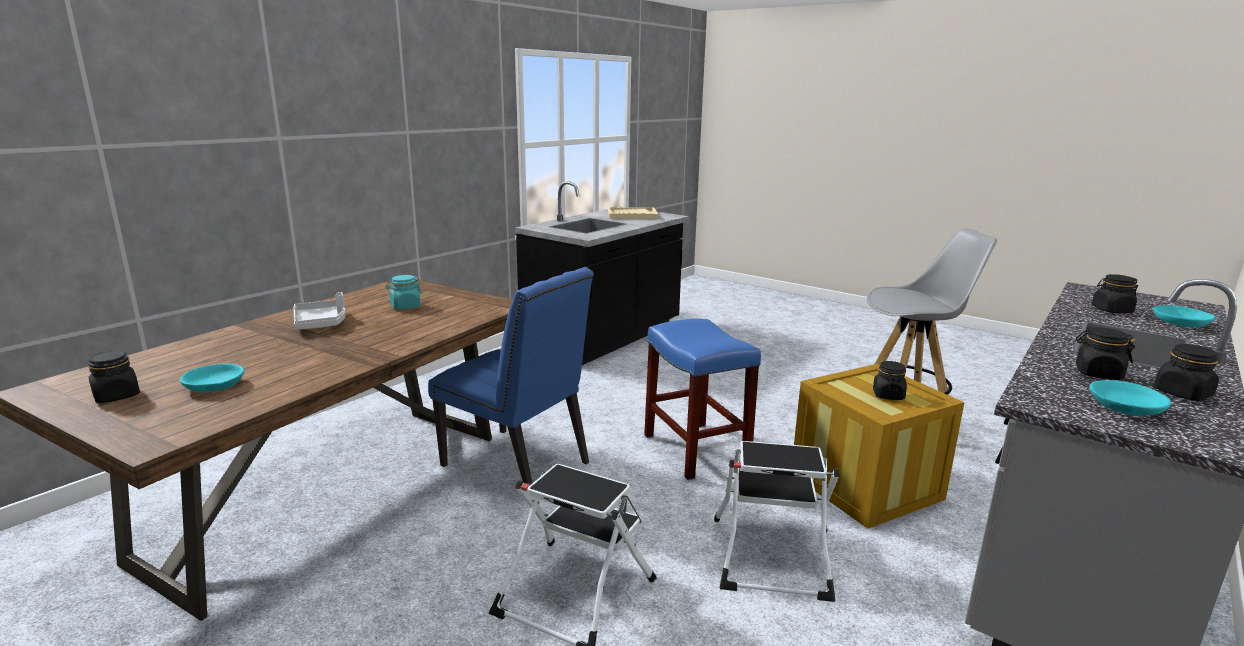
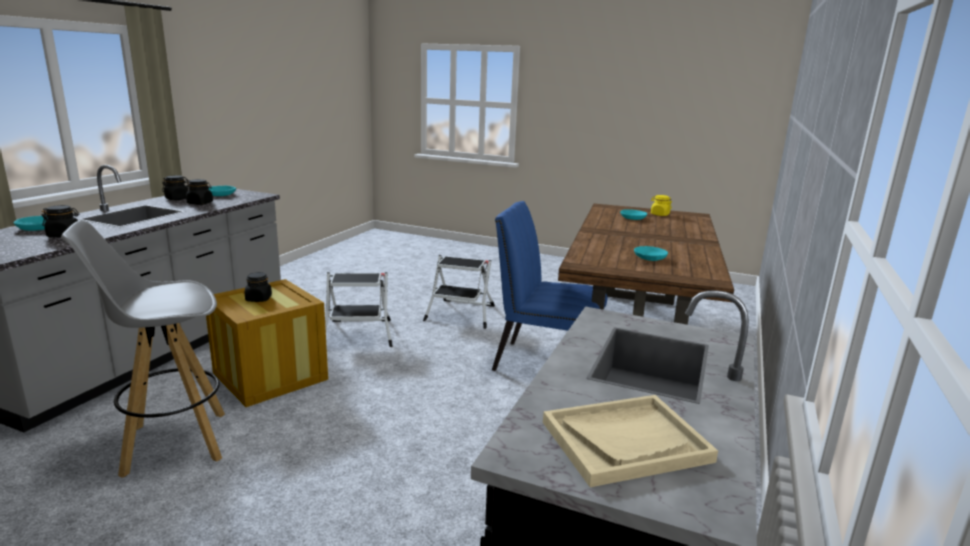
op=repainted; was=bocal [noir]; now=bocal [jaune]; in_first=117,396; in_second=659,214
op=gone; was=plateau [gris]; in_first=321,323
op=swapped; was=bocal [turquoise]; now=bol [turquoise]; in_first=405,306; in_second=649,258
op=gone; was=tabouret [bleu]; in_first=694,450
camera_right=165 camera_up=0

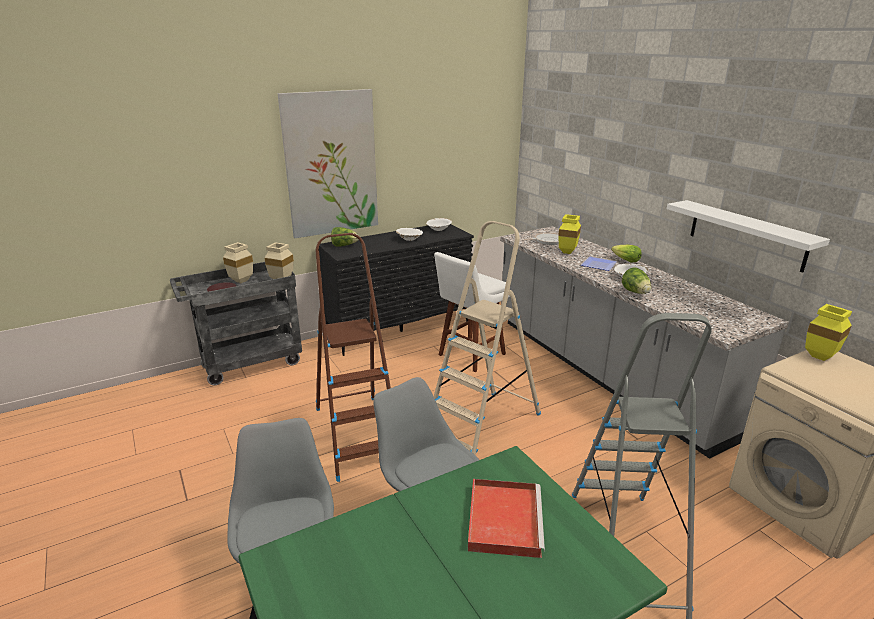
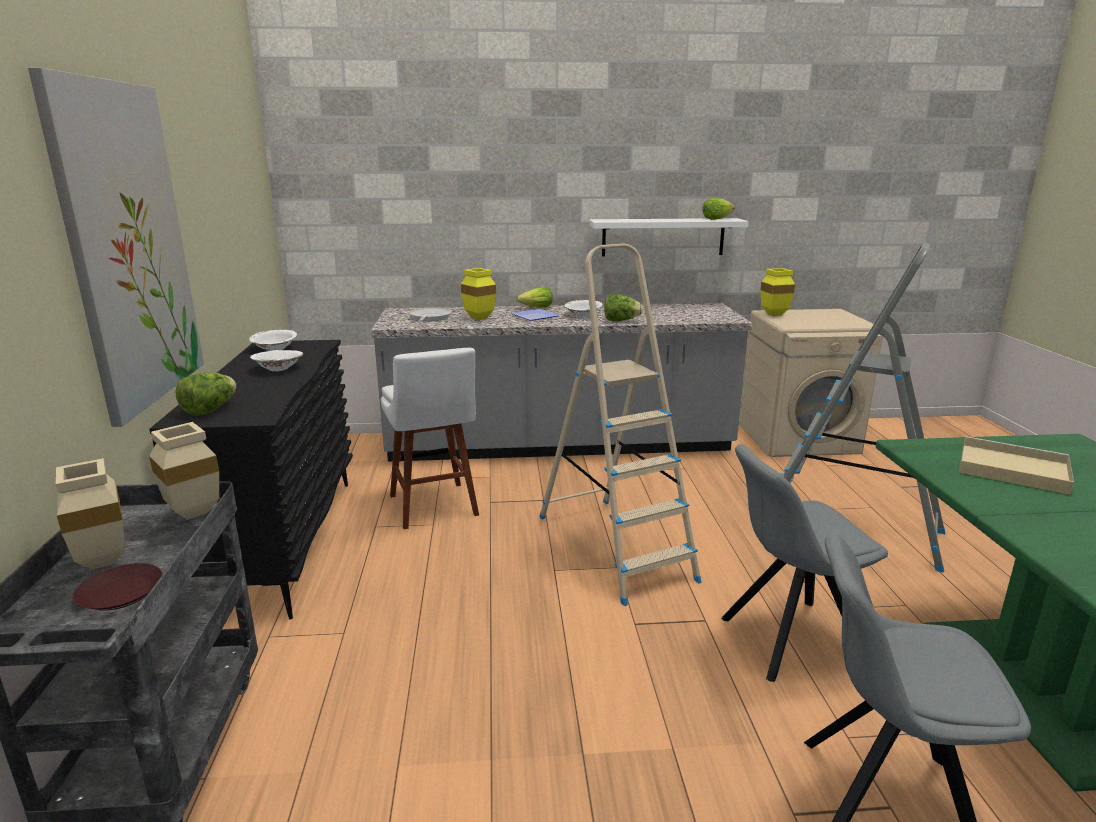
op=gone; was=escabeau [marron]; in_first=357,435
op=repainted; was=plateau [rouge]; now=plateau [beige]; in_first=504,518; in_second=1010,469
op=new; now=laitue; in_second=716,219
camera_right=-65 camera_up=-5

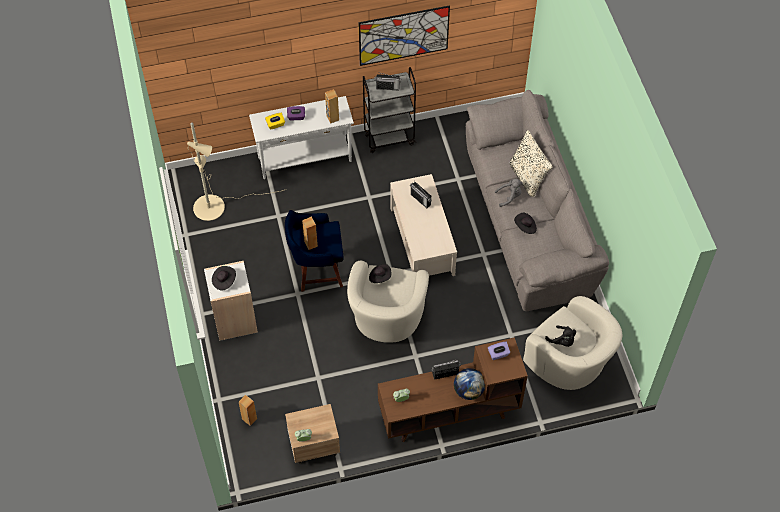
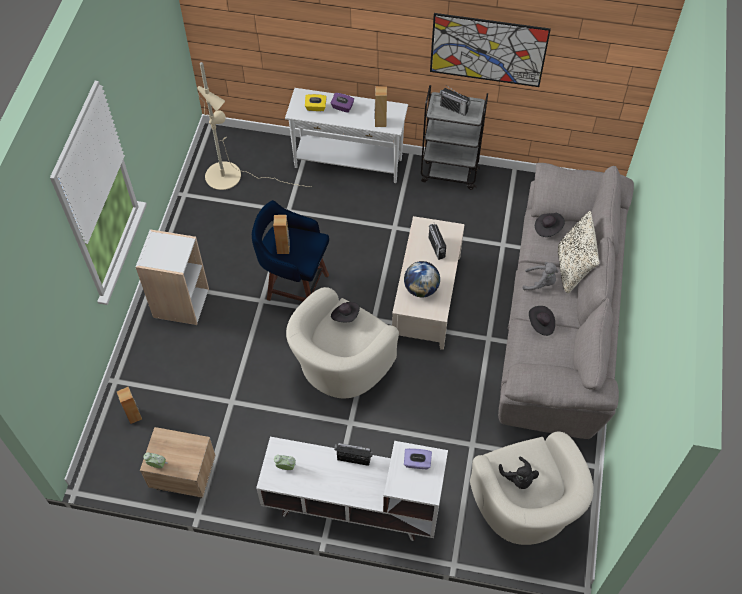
op=shifted; was=chapeau [noir]; in_first=224,281; in_second=548,228
op=repainted; was=meuble télé [marron]; now=meuble télé [blanc]; in_first=448,414; in_second=351,506
op=shifted; was=globe; in_first=468,391; in_second=421,289
camera_right=25 camera_up=0

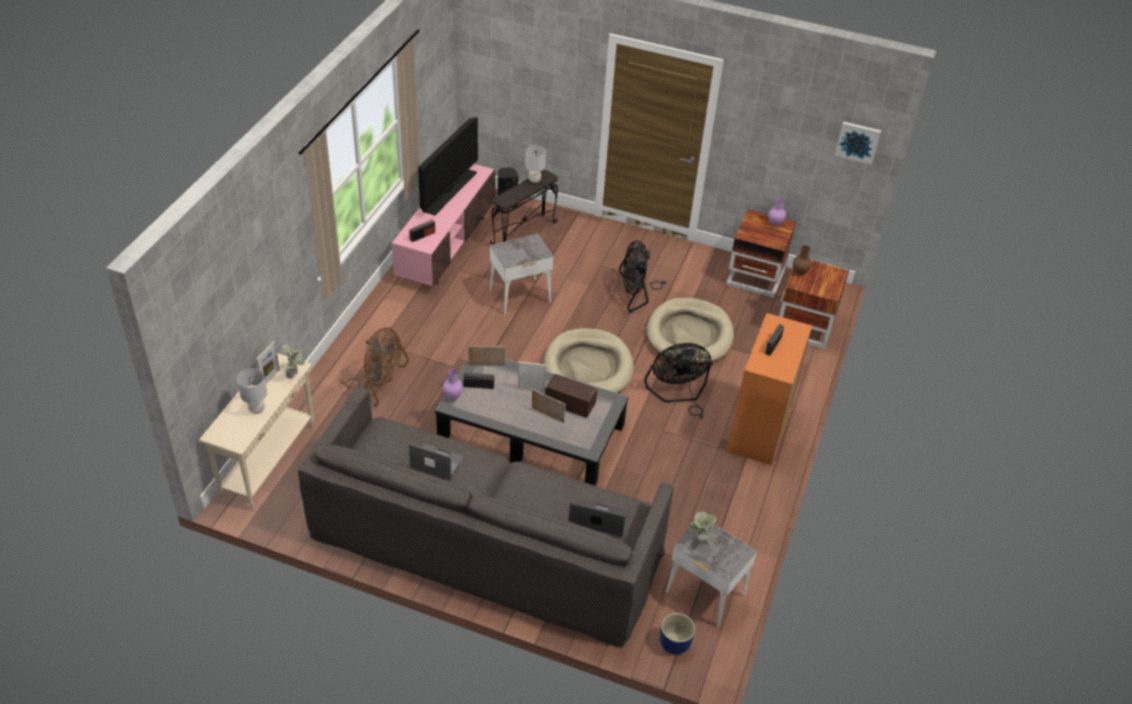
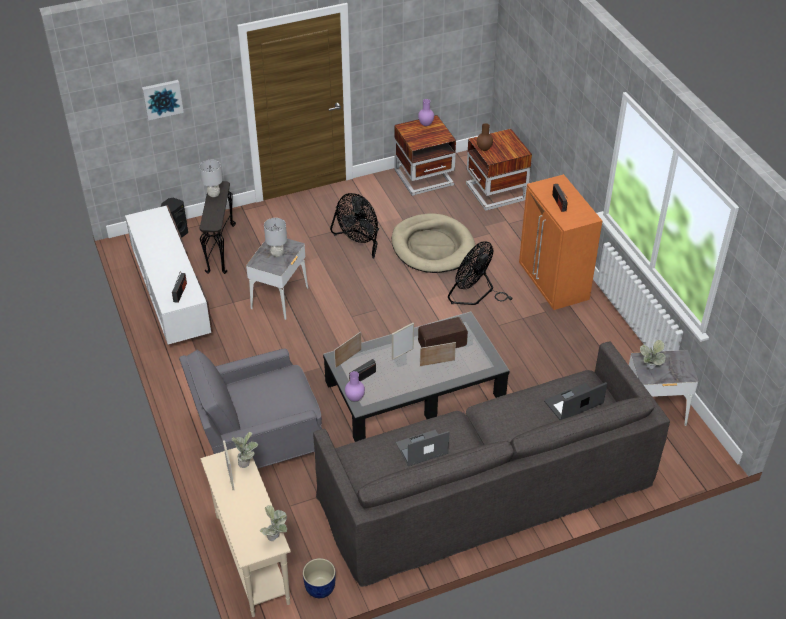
op=shifted; was=lampe de table [gris]; in_first=257,410; in_second=277,253
op=swapped; was=ventilateur [marron]; now=fauteuil [gris]; in_first=378,383; in_second=258,437
op=repainted; was=meuble télé [rose]; now=meuble télé [blanc]; in_first=446,246; in_second=171,297
op=gone; was=téléviseur; in_first=449,191
op=gone; was=panier pour chien [beige]; in_first=588,367
op=shifted; was=cache-pot [bleu]; in_first=674,643; in_second=319,588
op=shifted; was=tableau; in_first=858,141; in_second=162,99
op=new; now=plante en pot; in_second=276,537
camera_right=-40 camera_up=0

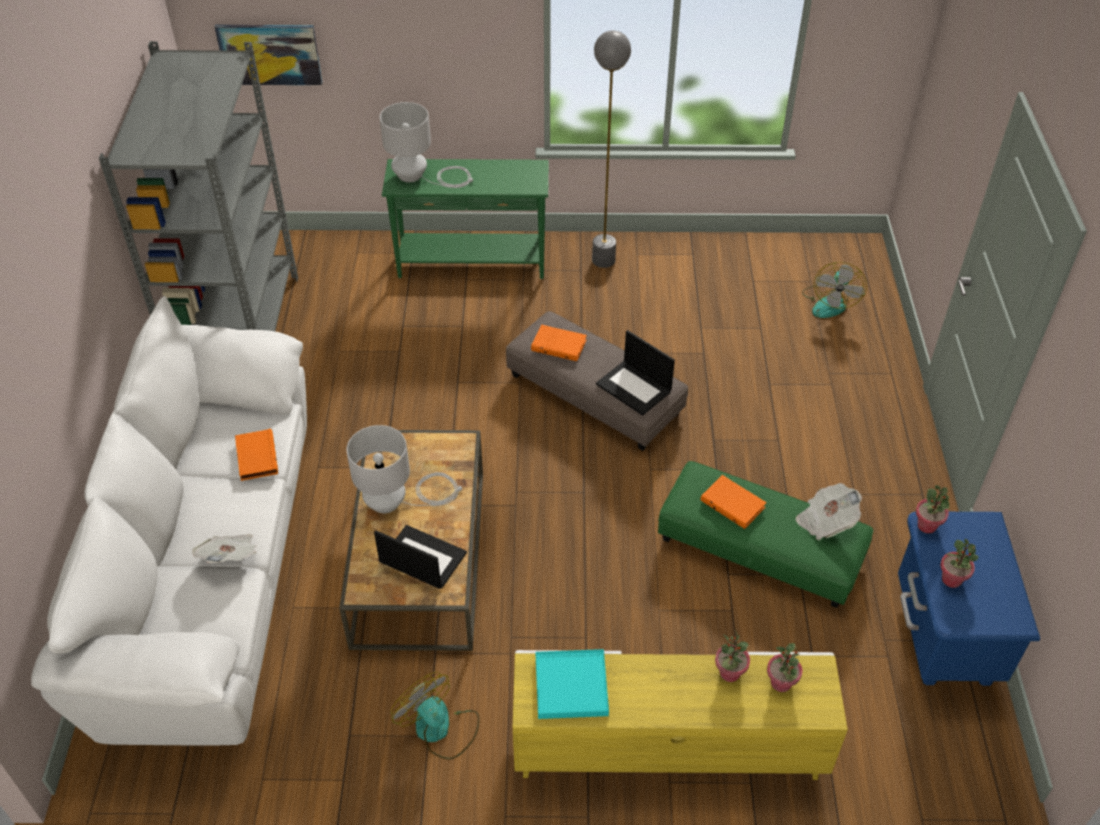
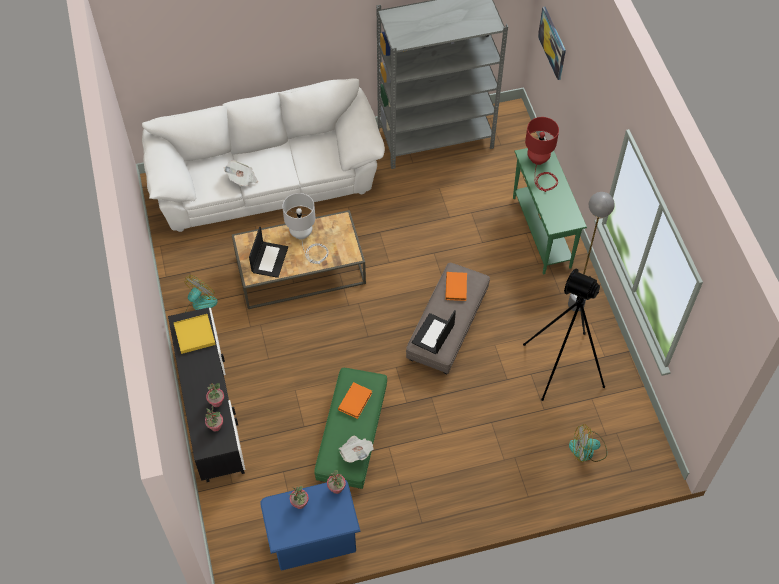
op=gone; was=livre [orange]; in_first=255,457
op=repainted; was=lampe de table [blanc]; now=lampe de table [rouge]; in_first=427,176; in_second=541,167
op=repainted; was=meuble télé [jaune]; now=meuble télé [noir]; in_first=668,746; in_second=211,409
op=repainted; was=plateau [turquoise]; now=plateau [jaune]; in_first=571,686; in_second=194,335
op=new; now=lampadaire [noir]; in_second=563,366
camera_right=75 camera_up=10

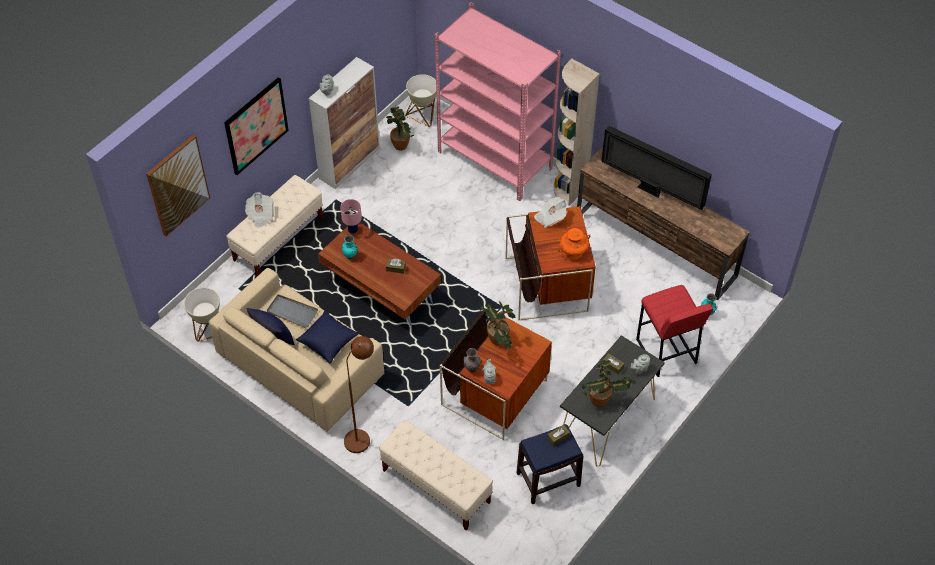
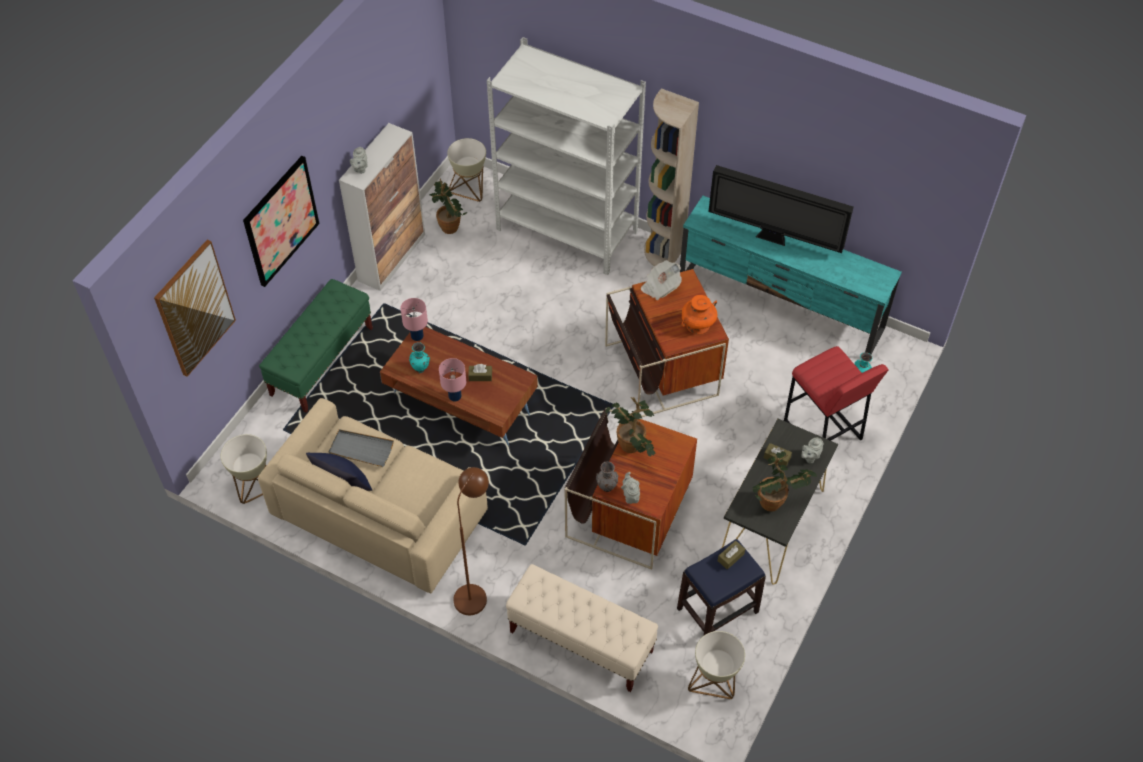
op=repainted; was=banc [beige]; now=banc [vert]; in_first=279,239; in_second=322,361
op=gone; was=journal; in_first=260,215
op=gone; was=coussin [bleu]; in_first=328,342
op=repainted; was=bibliothèque [rose]; now=bibliothèque [blanc]; in_first=495,160; in_second=567,230
op=repainted; was=meuble télé [marron]; now=meuble télé [turquoise]; in_first=656,246; in_second=781,306
op=new; now=lampe de table [rose]; in_second=455,396
op=new; now=cache-pot; in_second=713,683
camera_right=-10 camera_up=0

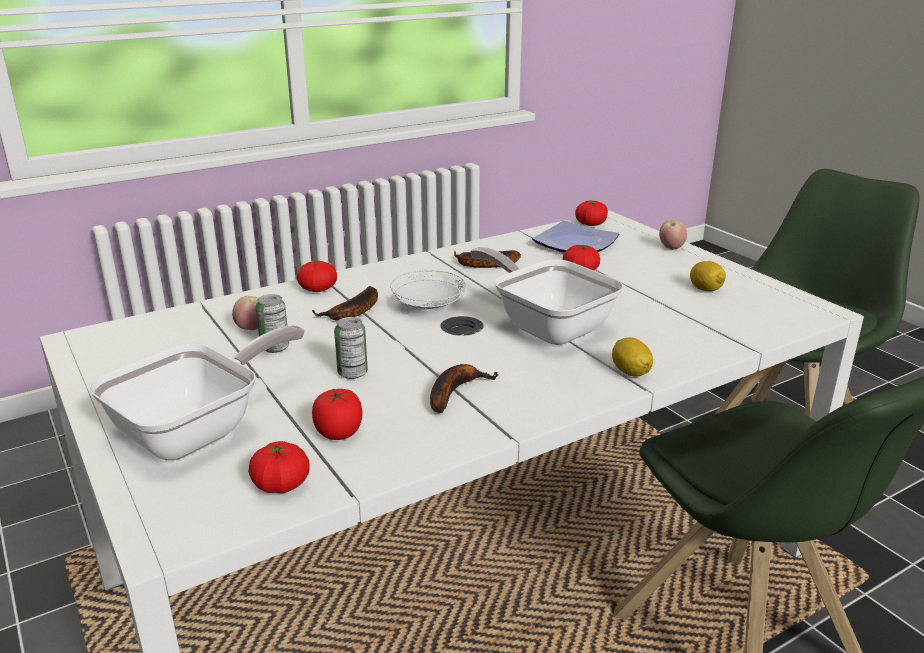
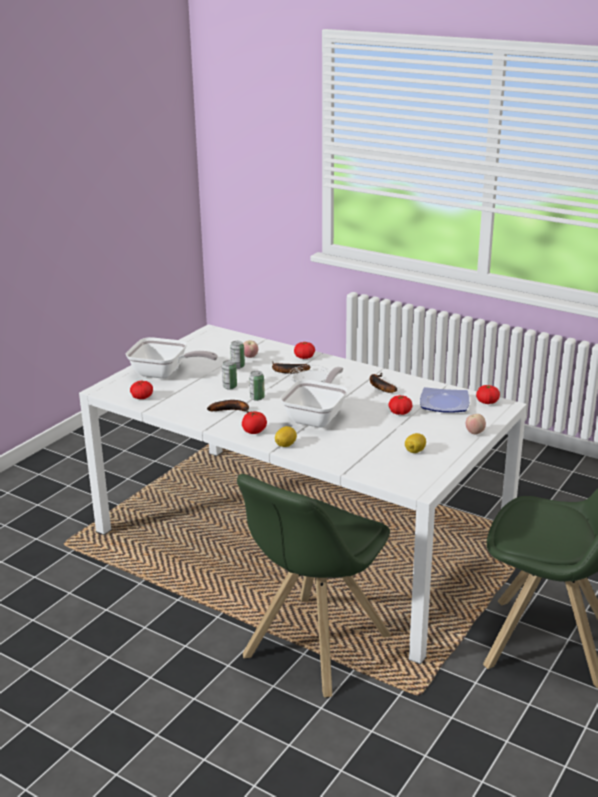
op=shifted; was=tomate; in_first=339,432; in_second=254,431
op=new; now=boîte métallique; in_second=257,398
camera_right=65 camera_up=0

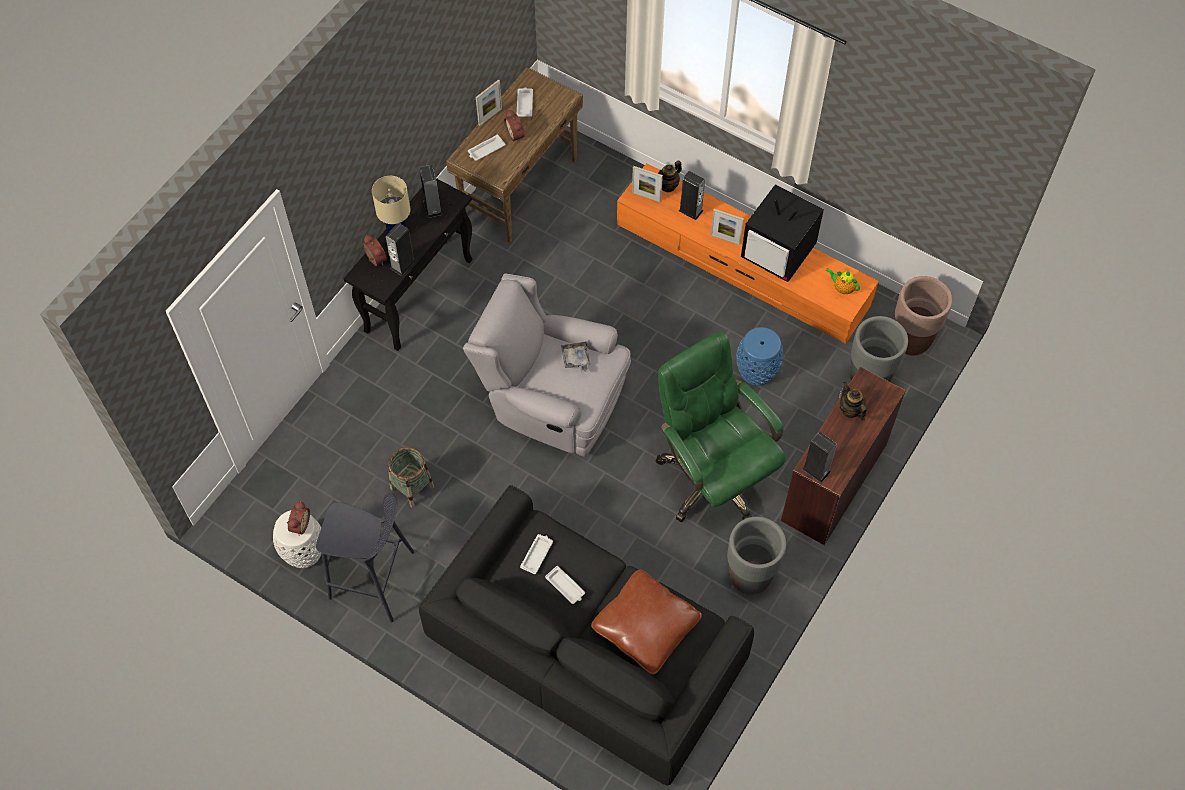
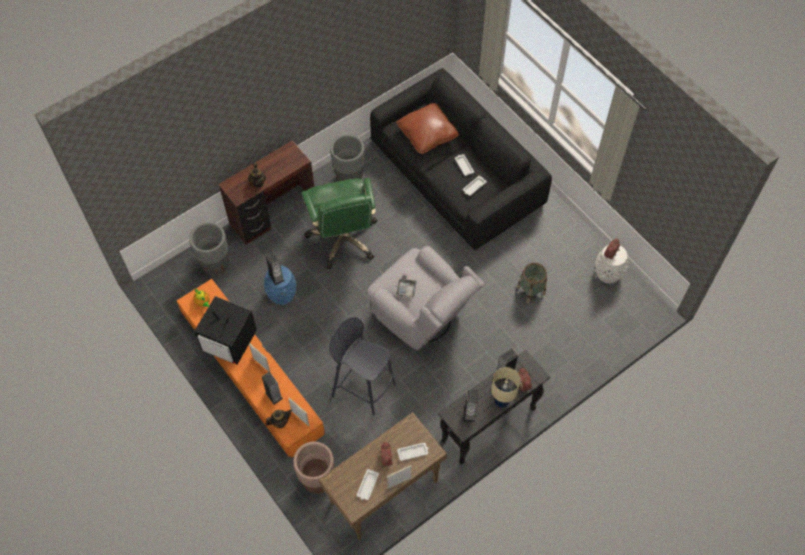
op=shifted; was=tabouret [gris]; in_first=373,580; in_second=363,387
op=rotated; was=téléviseur; in_first=779,253; in_second=230,341; clockwise=150
op=shifted; was=enceinte; in_first=816,470; in_second=276,277
op=shifted; was=cache-pot [marron]; in_first=911,340; in_second=317,481
camera_right=-160 camera_up=0

